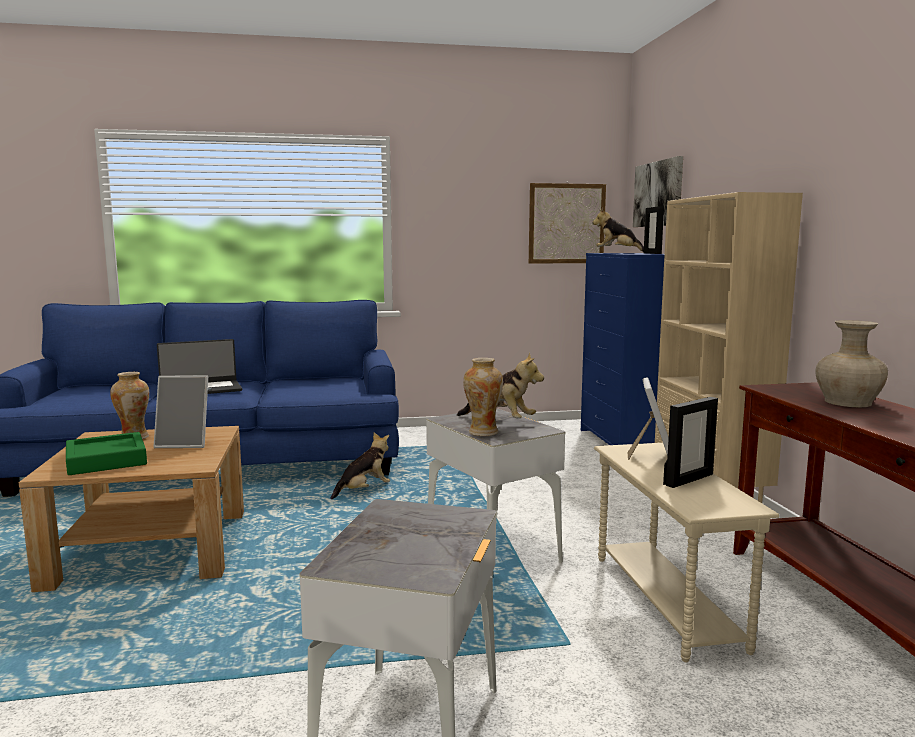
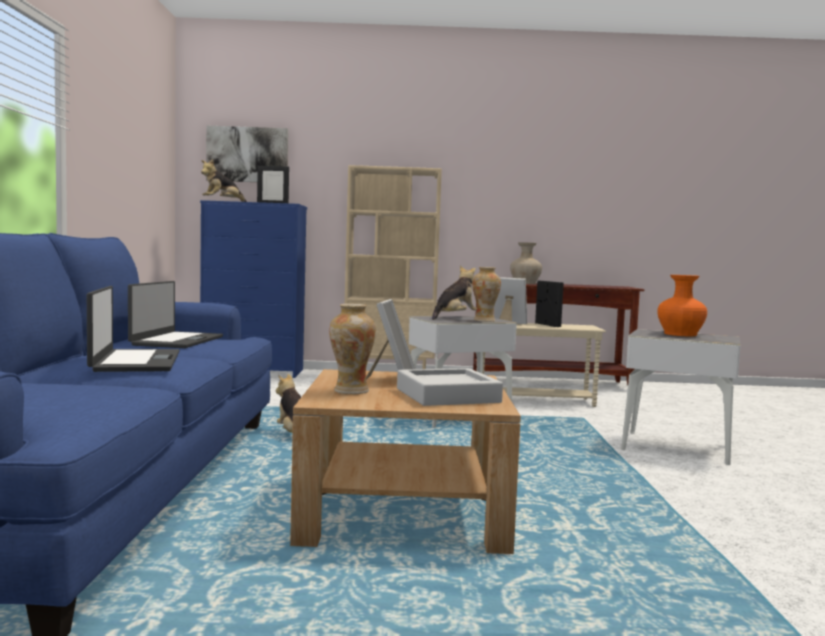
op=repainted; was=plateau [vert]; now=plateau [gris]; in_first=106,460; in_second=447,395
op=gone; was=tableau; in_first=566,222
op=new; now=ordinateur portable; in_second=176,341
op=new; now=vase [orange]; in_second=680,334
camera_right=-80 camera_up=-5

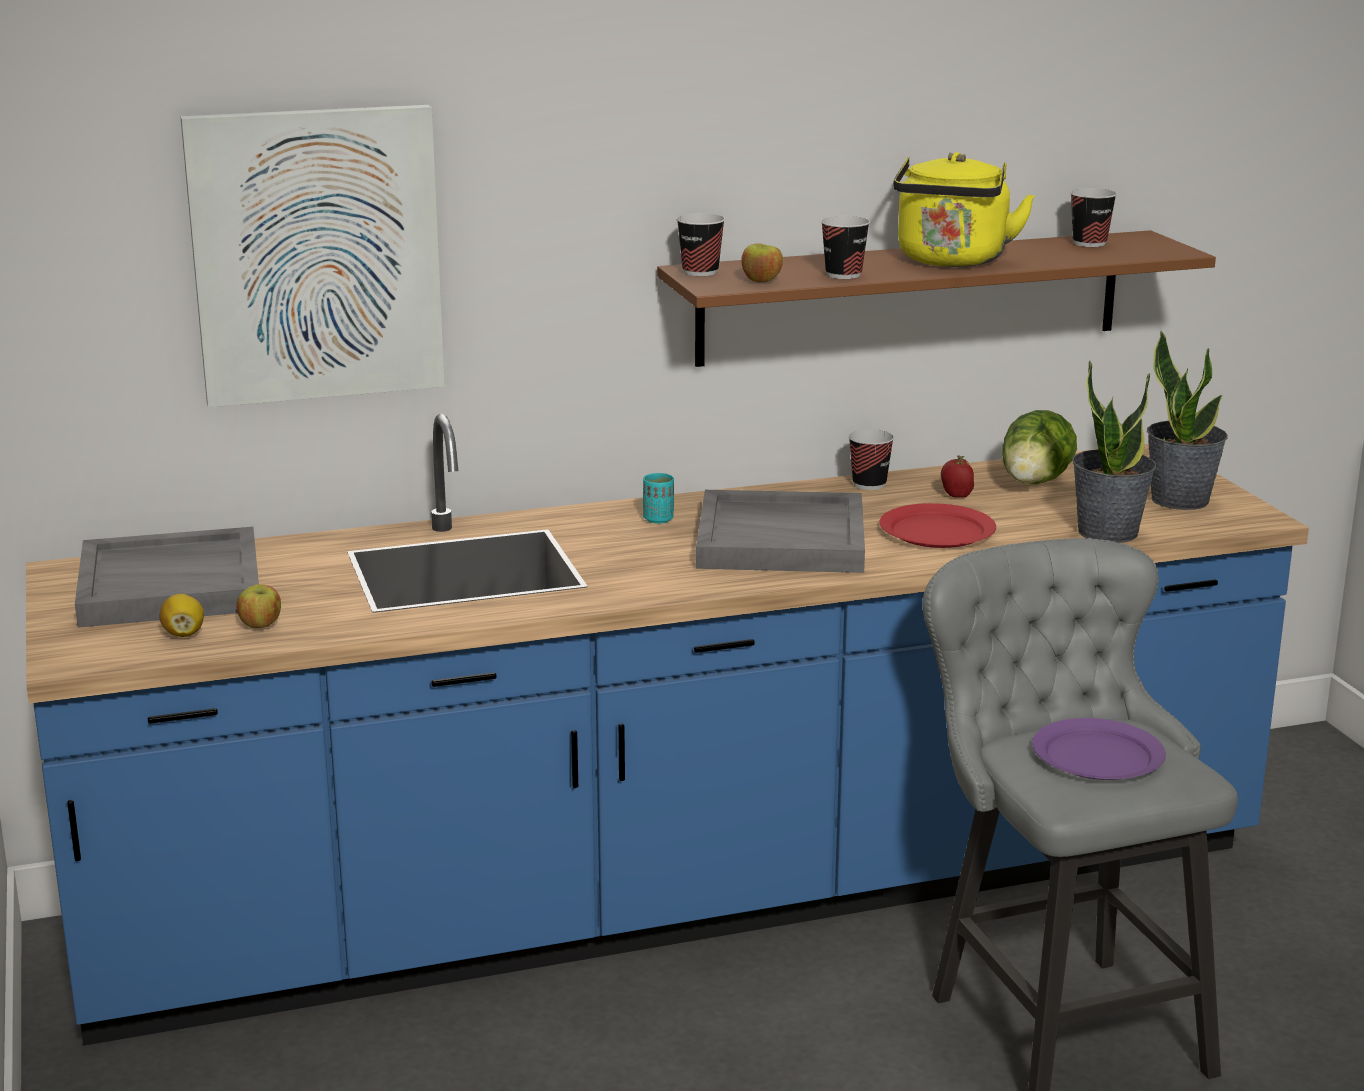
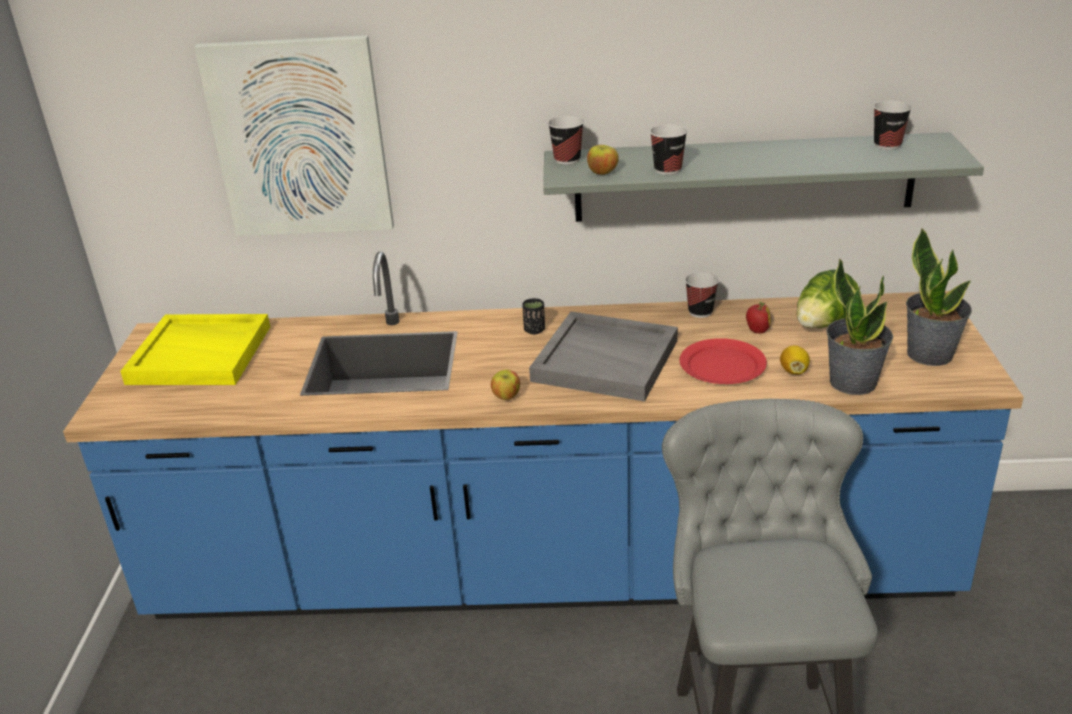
op=repainted; was=plateau [gris]; now=plateau [jaune]; in_first=172,585; in_second=201,354
op=shifted; was=citron; in_first=183,634; in_second=794,371
op=shifted; was=pomme; in_first=261,626; in_second=506,397
op=repainted; was=tasse [turquoise]; now=tasse [noir]; in_first=658,519; in_second=534,330
op=repainted; was=étagère [marron]; now=étagère [gris]; in_first=911,297; in_second=743,178
op=gone; was=bouilloire [jaune]; in_first=951,261
op=gone; was=assiette [violet]; in_first=1097,756
camera_right=20 camera_up=10

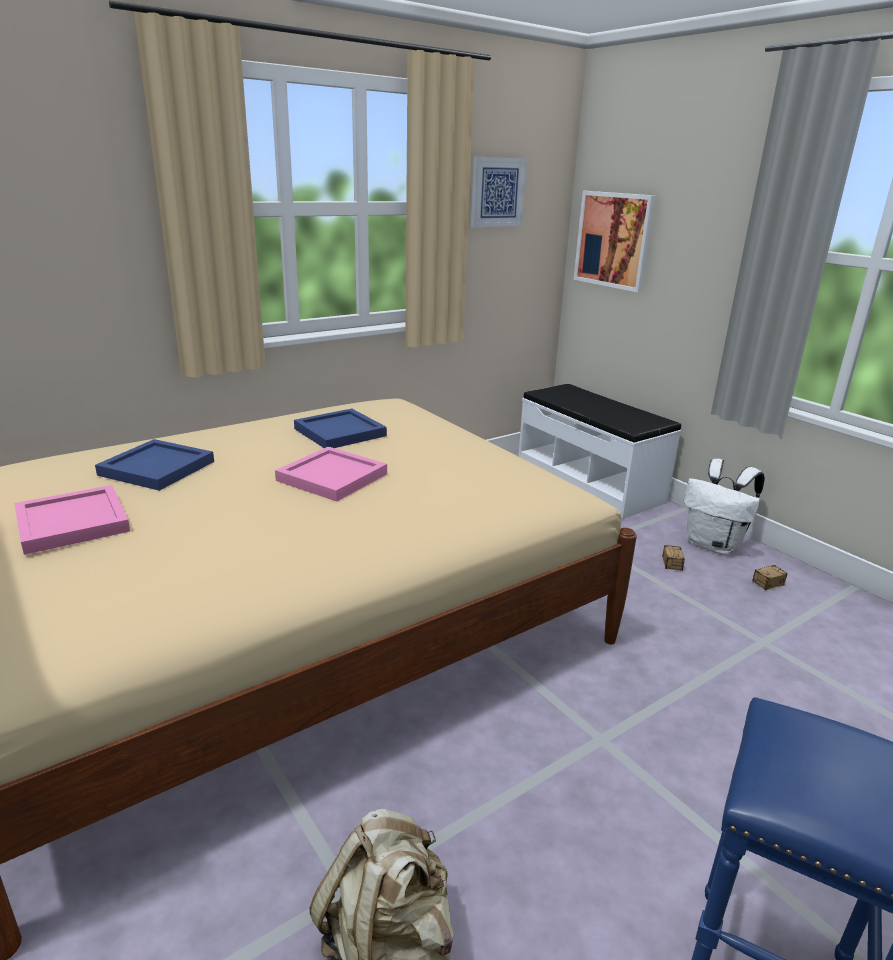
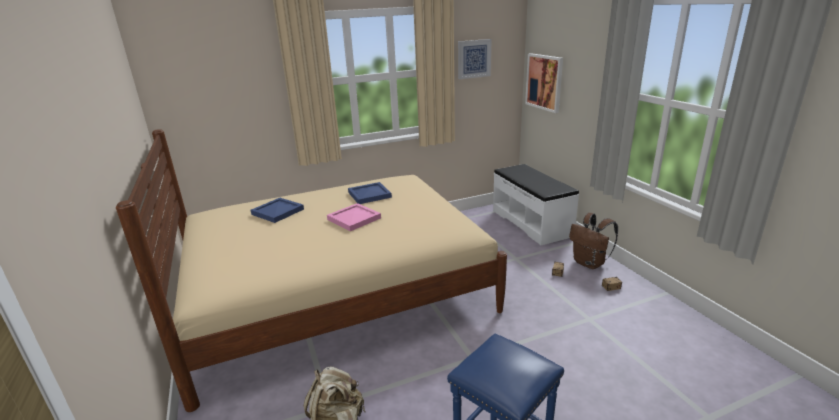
op=gone; was=plateau [rose]; in_first=74,523
op=repainted; was=sac à dos [blanc]; now=sac à dos [marron]; in_first=714,545; in_second=590,263
camera_right=15 camera_up=0

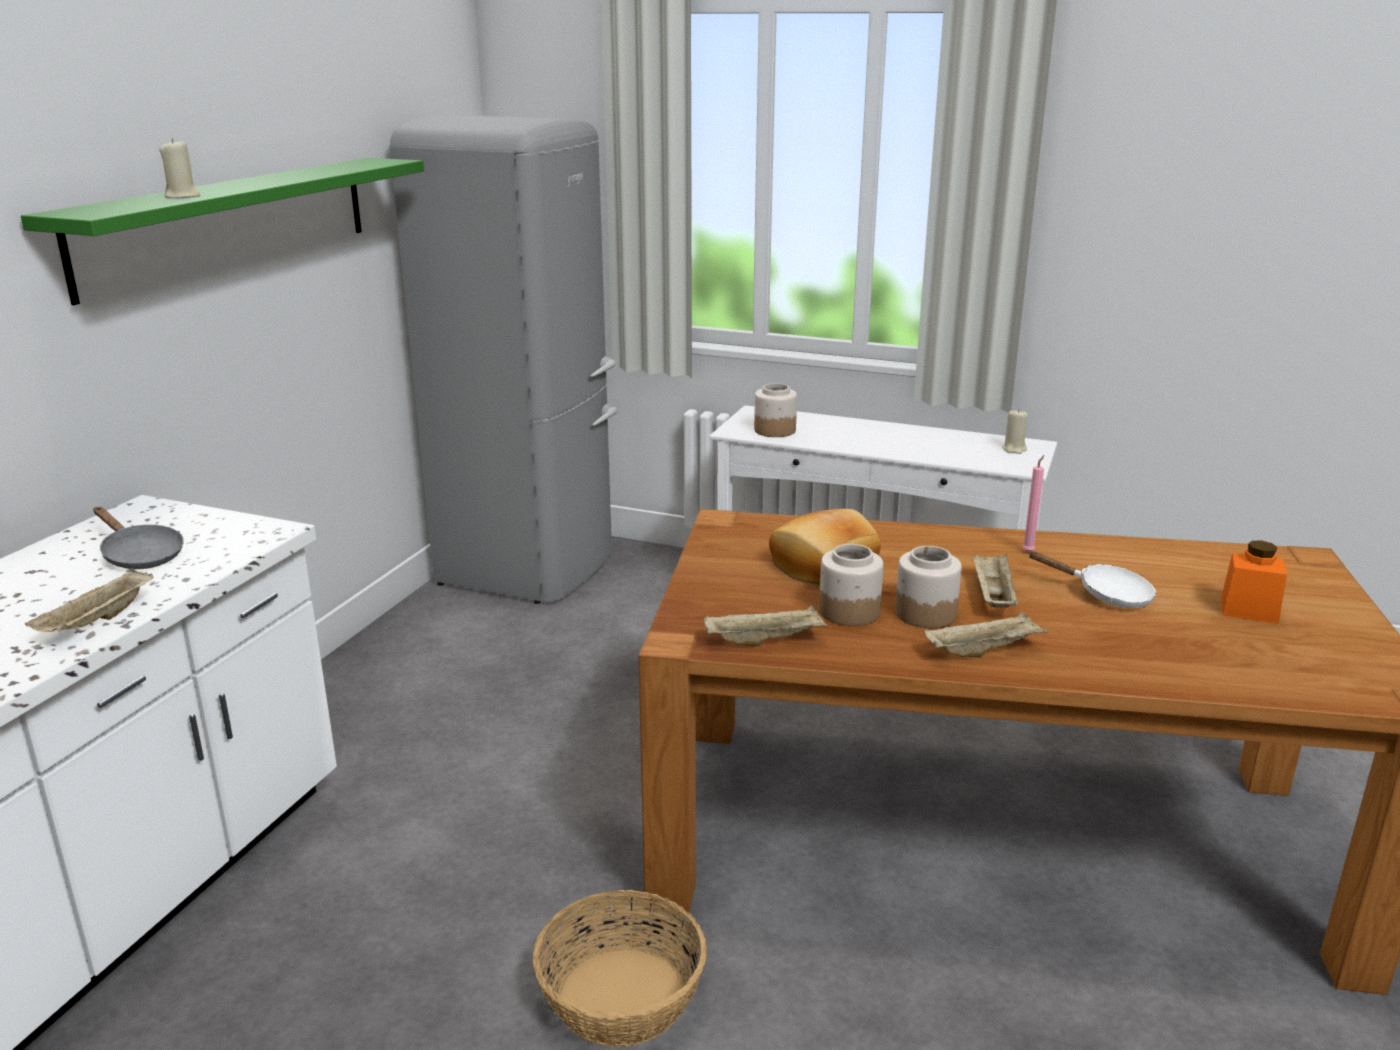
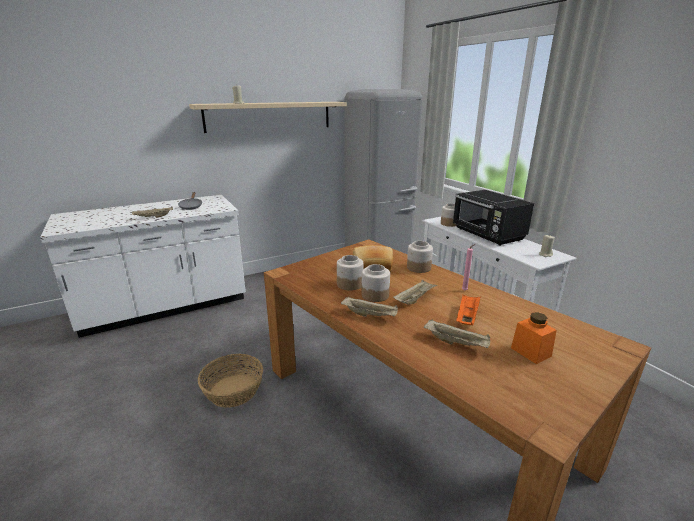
op=repainted; was=étagère [vert]; now=étagère [beige]; in_first=230,222; in_second=269,116
op=shifted; was=plateau [beige]; in_first=765,640; in_second=456,343
op=swapped; was=poêle [blanc]; now=plateau [orange]; in_first=1106,594; in_second=467,317
op=new; now=bocal; in_second=418,268
op=new; now=micro-ondes [noir]; in_second=488,235
camera_right=40 camera_up=0

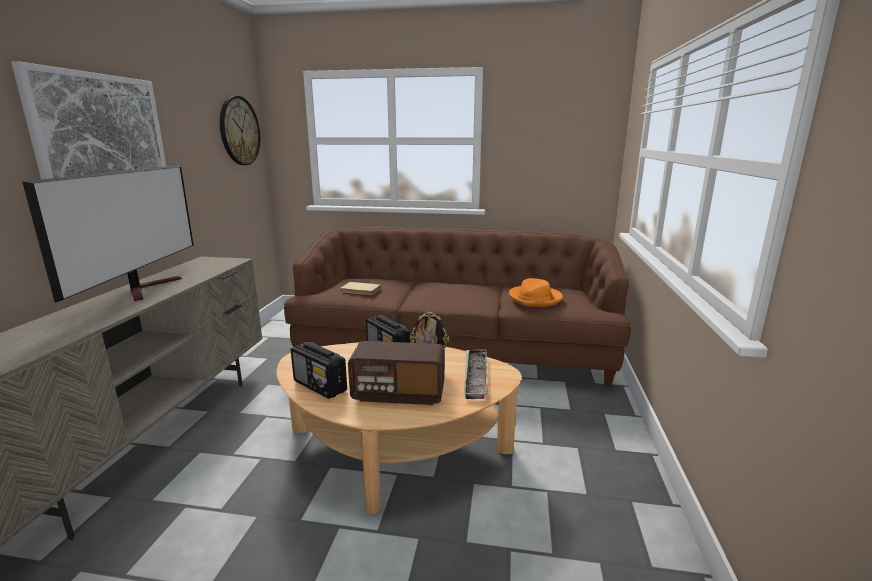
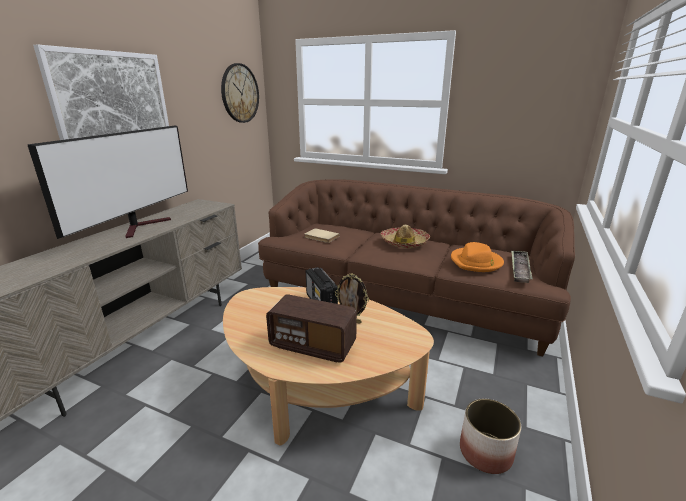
op=gone; was=radio; in_first=320,386
op=shifted; was=plateau; in_first=475,376; in_second=520,269
op=new; now=chapeau; in_second=404,242
op=new; now=cache-pot; in_second=486,453
camera_right=15 camera_up=5

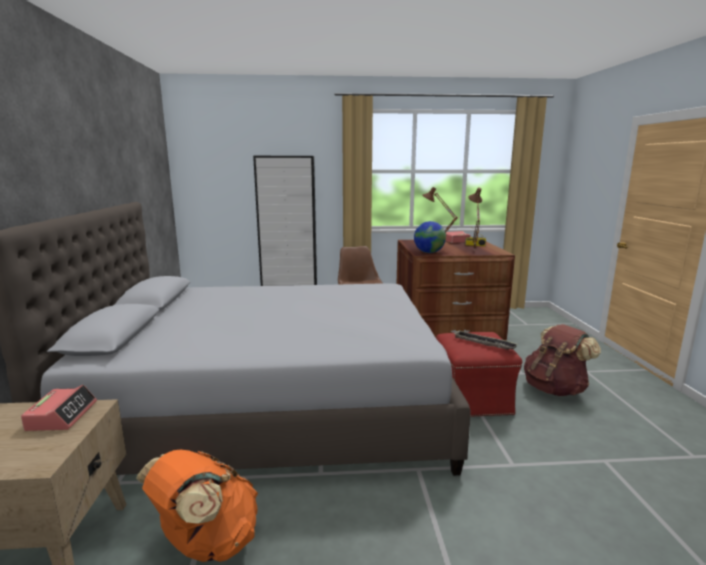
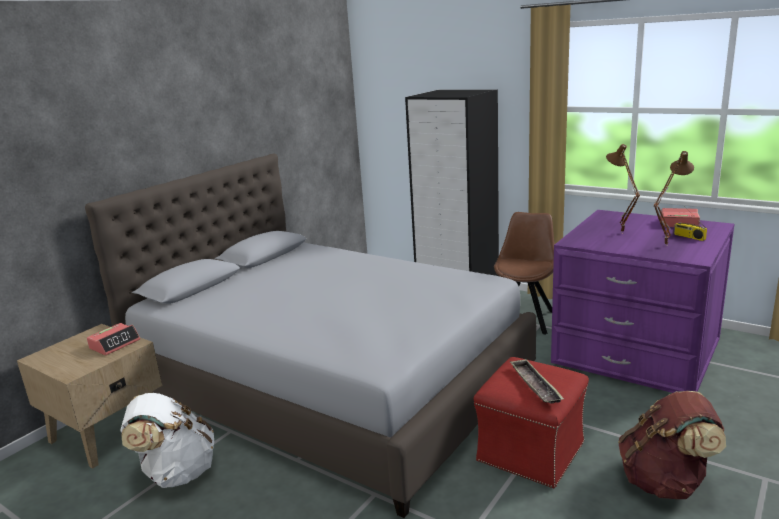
op=repainted; was=sac à dos [orange]; now=sac à dos [blanc]; in_first=207,543; in_second=176,473
op=repainted; was=commode [marron]; now=commode [violet]; in_first=446,329; in_second=636,351
op=gone; was=globe; in_first=429,252
camera_right=40 camera_up=5

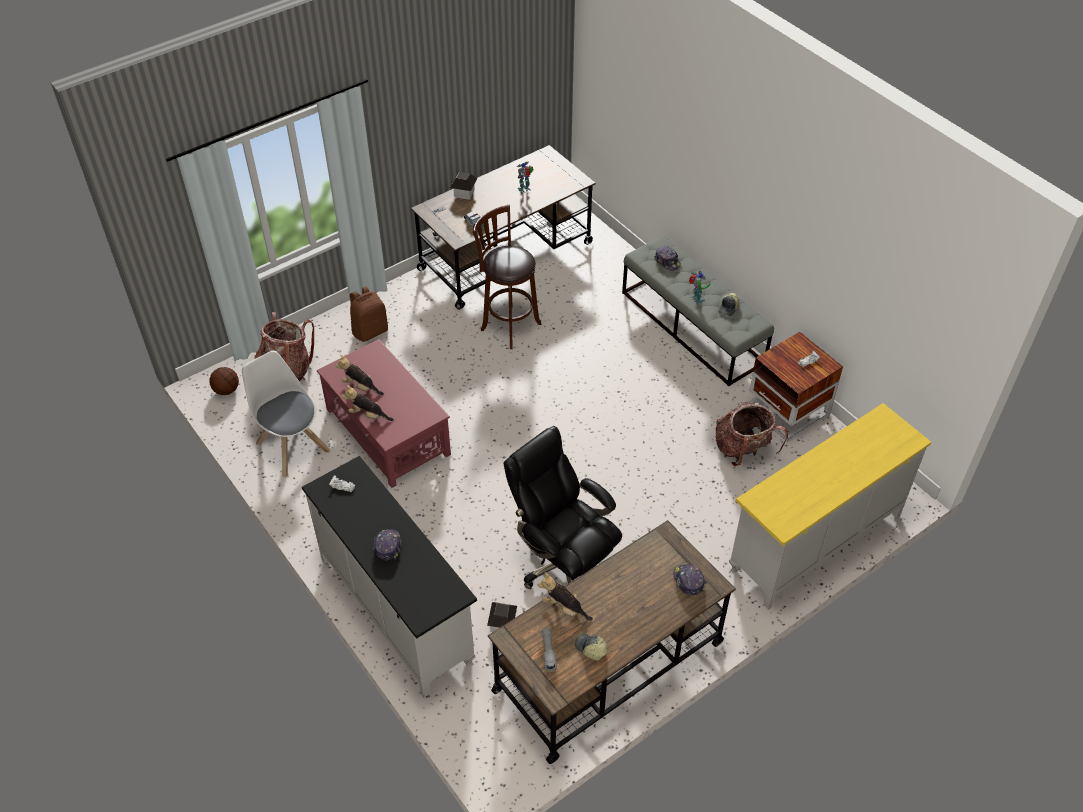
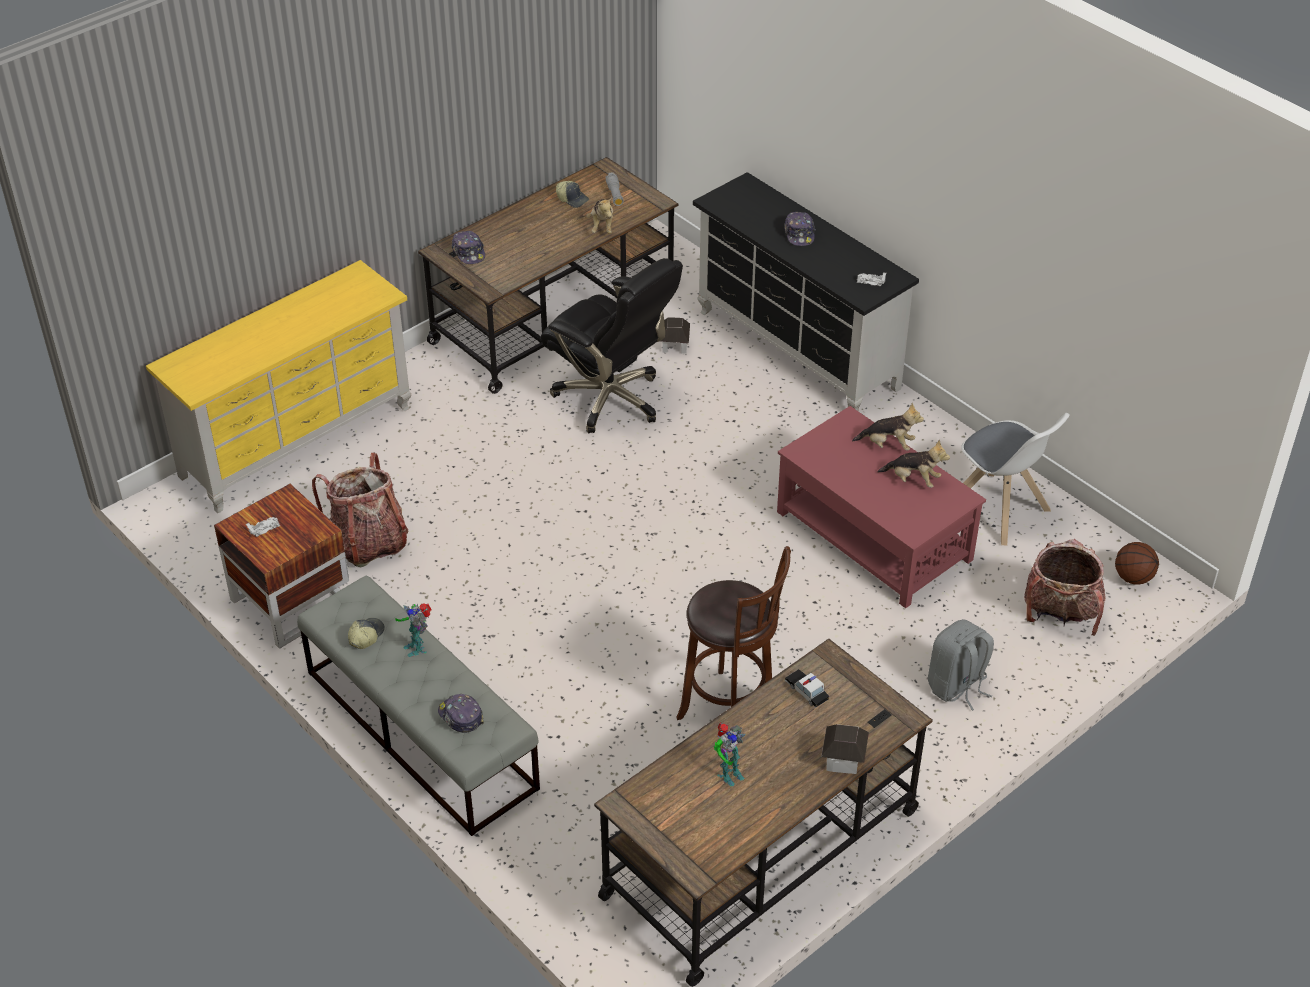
op=repainted; was=sac à dos [marron]; now=sac à dos [gris]; in_first=370,331; in_second=957,686
op=rotated; was=peluche; in_first=564,607; in_second=602,226; clockwise=60
camera_right=175 camera_up=-5

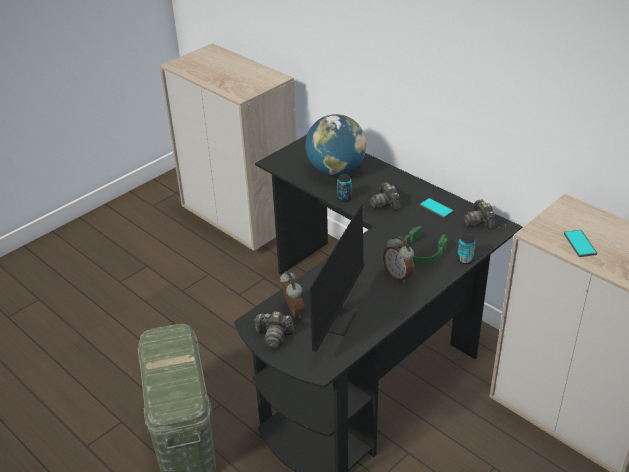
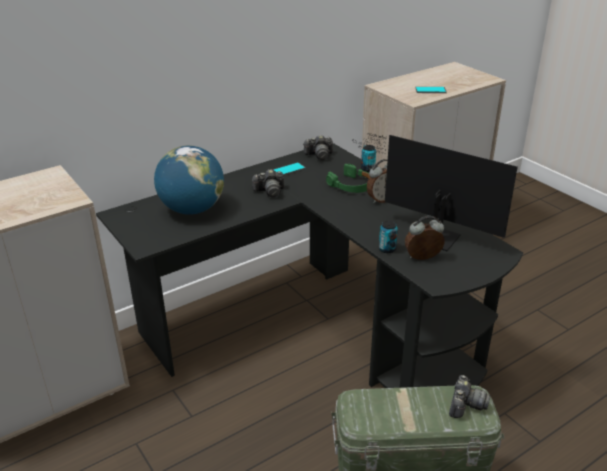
op=shifted; was=appareil photo; in_first=274,336; in_second=465,405
op=shifted; was=boîte métallique; in_first=344,198; in_second=387,249
camera_right=-80 camera_up=-5

